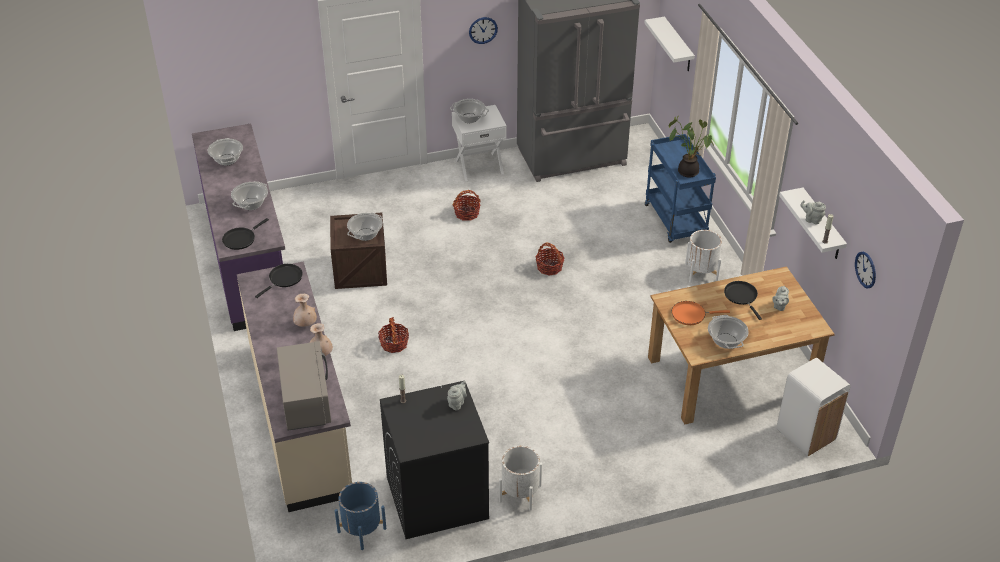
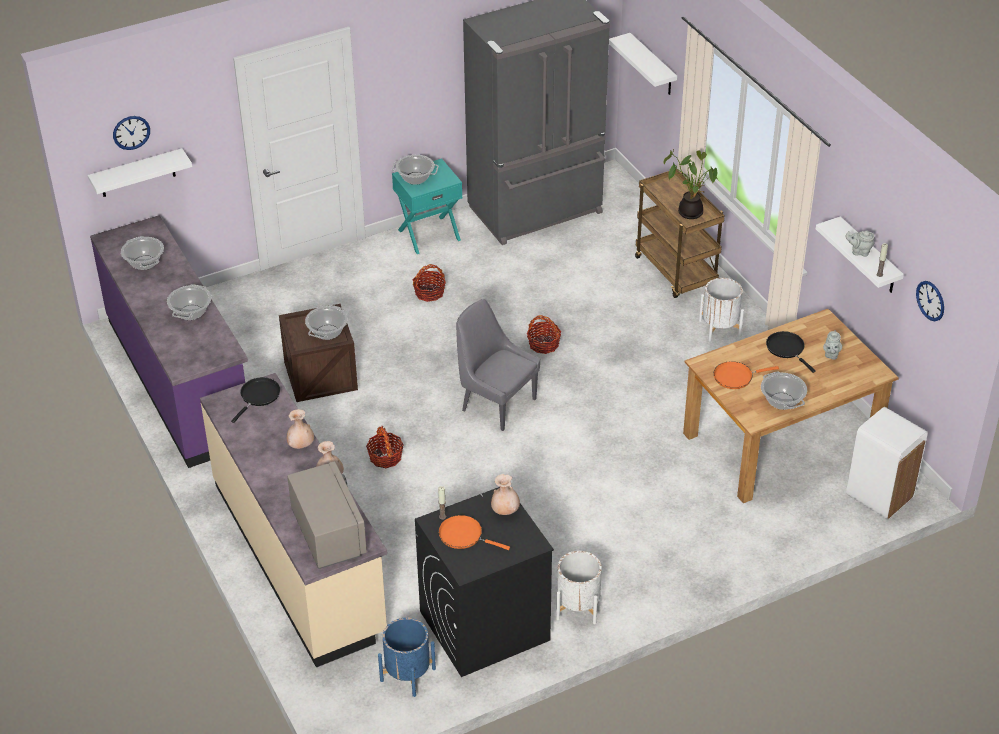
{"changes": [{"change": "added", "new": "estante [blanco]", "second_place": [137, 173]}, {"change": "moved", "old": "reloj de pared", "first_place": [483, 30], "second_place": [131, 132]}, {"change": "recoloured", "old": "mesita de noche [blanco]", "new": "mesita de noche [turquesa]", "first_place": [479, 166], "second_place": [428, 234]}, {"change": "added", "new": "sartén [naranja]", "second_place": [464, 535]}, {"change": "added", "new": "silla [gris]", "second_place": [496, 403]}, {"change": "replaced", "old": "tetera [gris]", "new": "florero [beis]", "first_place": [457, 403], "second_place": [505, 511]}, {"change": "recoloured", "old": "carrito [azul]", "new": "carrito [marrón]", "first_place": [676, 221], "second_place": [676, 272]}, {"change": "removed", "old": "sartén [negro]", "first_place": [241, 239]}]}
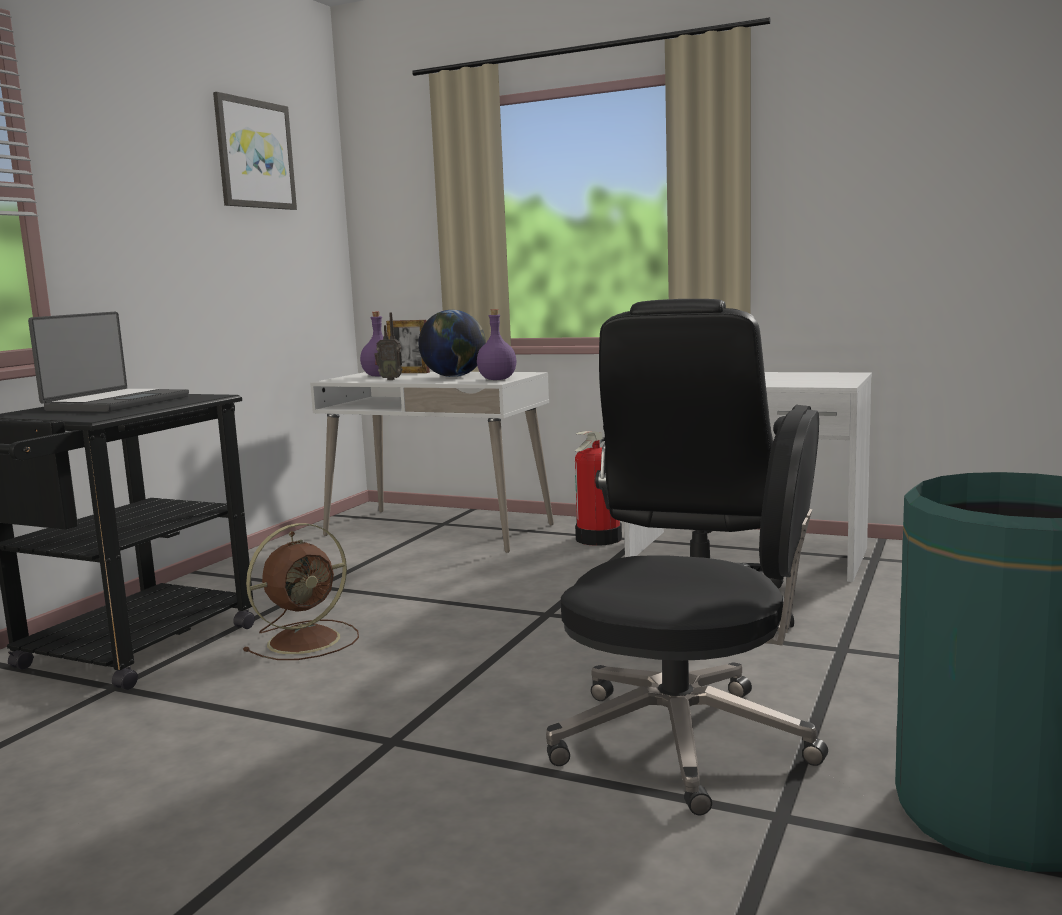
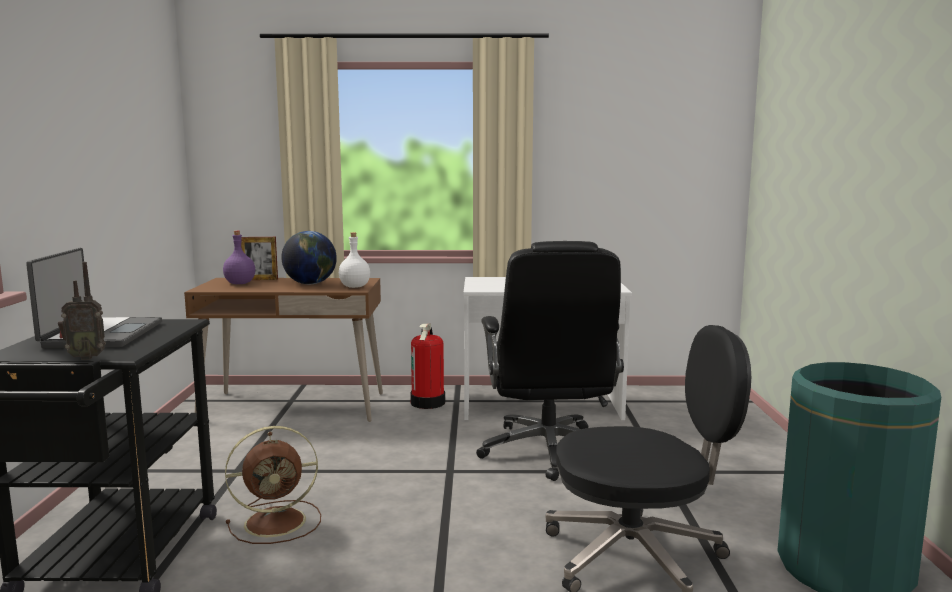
{"changes": [{"change": "moved", "old": "radio", "first_place": [390, 379], "second_place": [86, 357]}, {"change": "recoloured", "old": "escritorio [blanco]", "new": "escritorio [marrón]", "first_place": [439, 530], "second_place": [294, 406]}, {"change": "turned", "old": "ventilador [marrón]", "first_place": [307, 640], "second_place": [278, 522], "degrees": 45}, {"change": "recoloured", "old": "botella [morado]", "new": "botella [blanco]", "first_place": [498, 379], "second_place": [355, 287]}, {"change": "removed", "old": "cuadro", "first_place": [254, 154]}]}
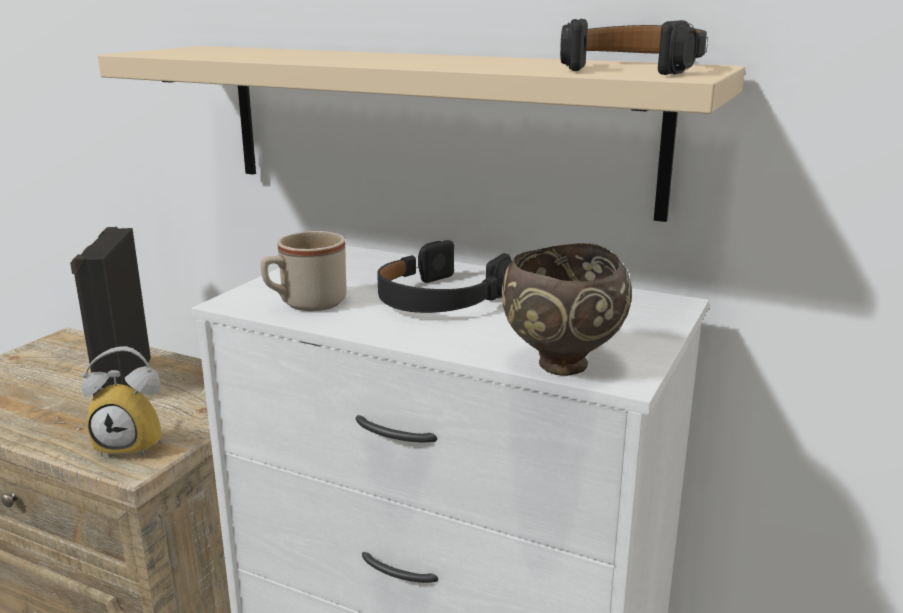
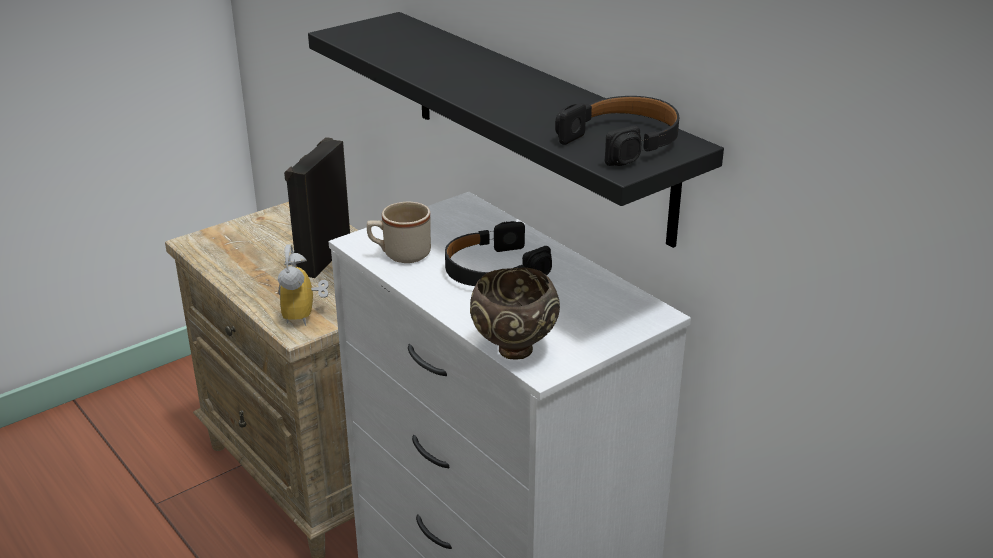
{"changes": [{"change": "turned", "old": "despertador", "first_place": [135, 444], "second_place": [305, 315], "degrees": 60}, {"change": "recoloured", "old": "estante [beis]", "new": "estante [negro]", "first_place": [433, 126], "second_place": [537, 123]}]}
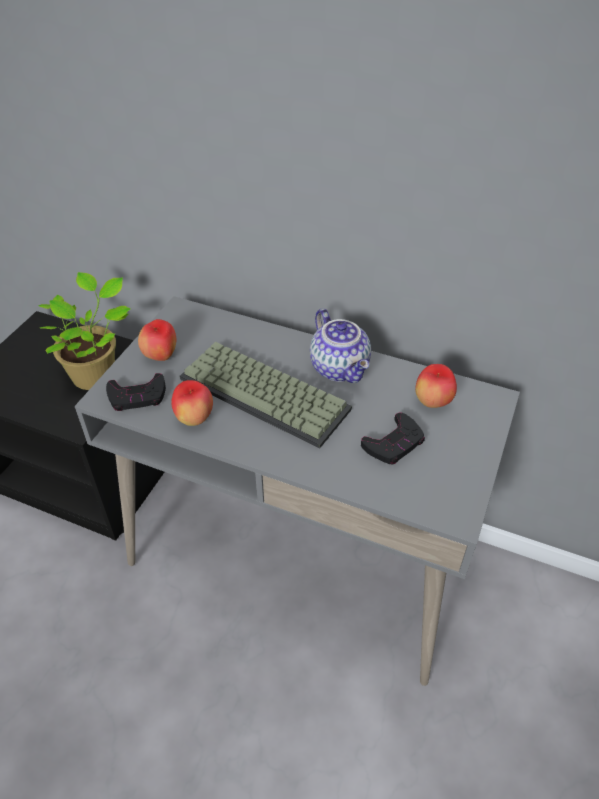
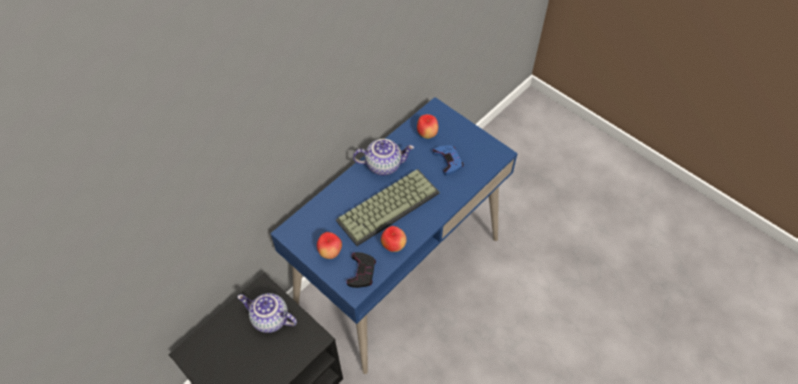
{"changes": [{"change": "replaced", "old": "planta en maceta", "new": "tetera", "first_place": [97, 374], "second_place": [269, 319]}, {"change": "recoloured", "old": "escritorio [gris]", "new": "escritorio [azul]", "first_place": [300, 555], "second_place": [398, 272]}, {"change": "recoloured", "old": "mando de consola [negro]", "new": "mando de consola [azul]", "first_place": [394, 443], "second_place": [448, 161]}]}
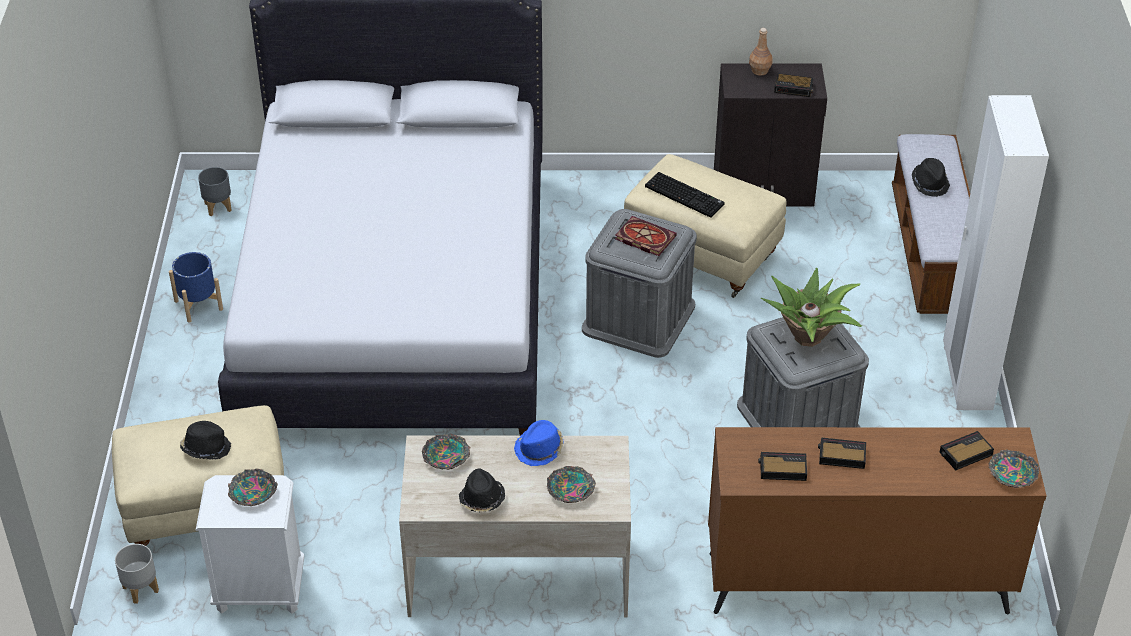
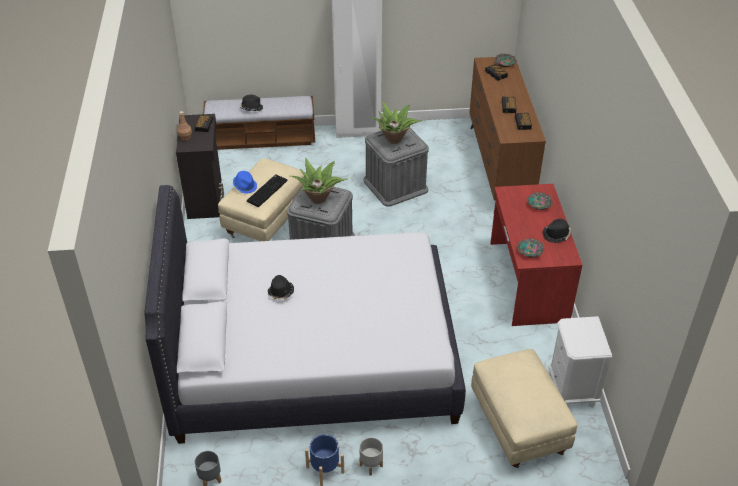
{"changes": [{"change": "moved", "old": "sombrero [azul]", "first_place": [540, 449], "second_place": [245, 186]}, {"change": "moved", "old": "sombrero [negro]", "first_place": [206, 448], "second_place": [281, 292]}, {"change": "replaced", "old": "libro", "new": "planta en maceta", "first_place": [643, 238], "second_place": [318, 198]}, {"change": "moved", "old": "maceta [gris]", "first_place": [140, 589], "second_place": [370, 465]}, {"change": "recoloured", "old": "escritorio [beis]", "new": "escritorio [rojo]", "first_place": [518, 573], "second_place": [527, 281]}, {"change": "removed", "old": "cuenco", "first_place": [252, 493]}]}
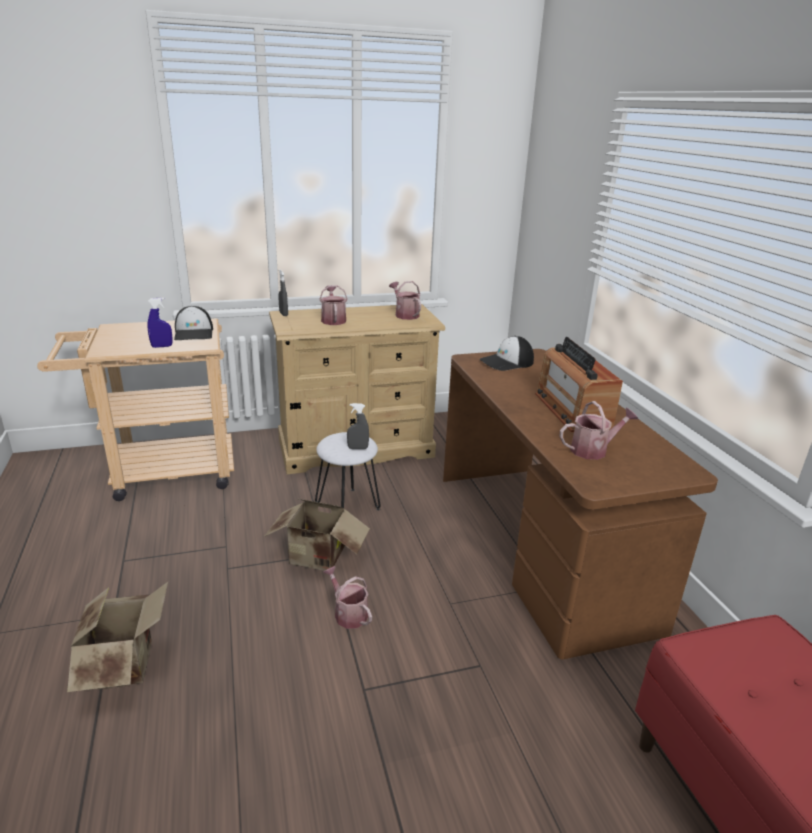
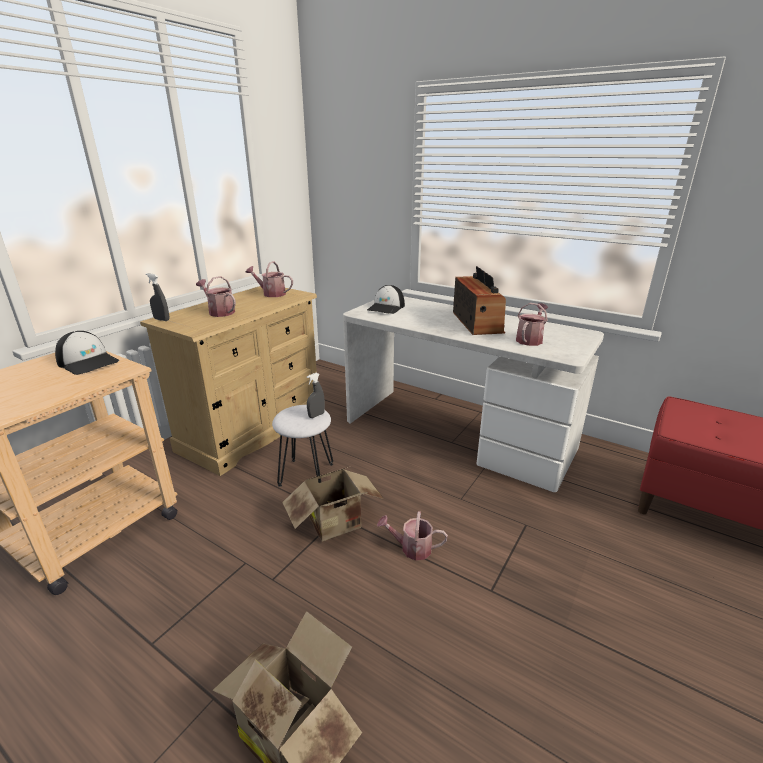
{"changes": [{"change": "recoloured", "old": "escritorio [marrón]", "new": "escritorio [blanco]", "first_place": [539, 544], "second_place": [457, 433]}, {"change": "turned", "old": "radio", "first_place": [572, 410], "second_place": [477, 322], "degrees": -135}, {"change": "removed", "old": "pulverizador [azul]", "first_place": [162, 346]}]}
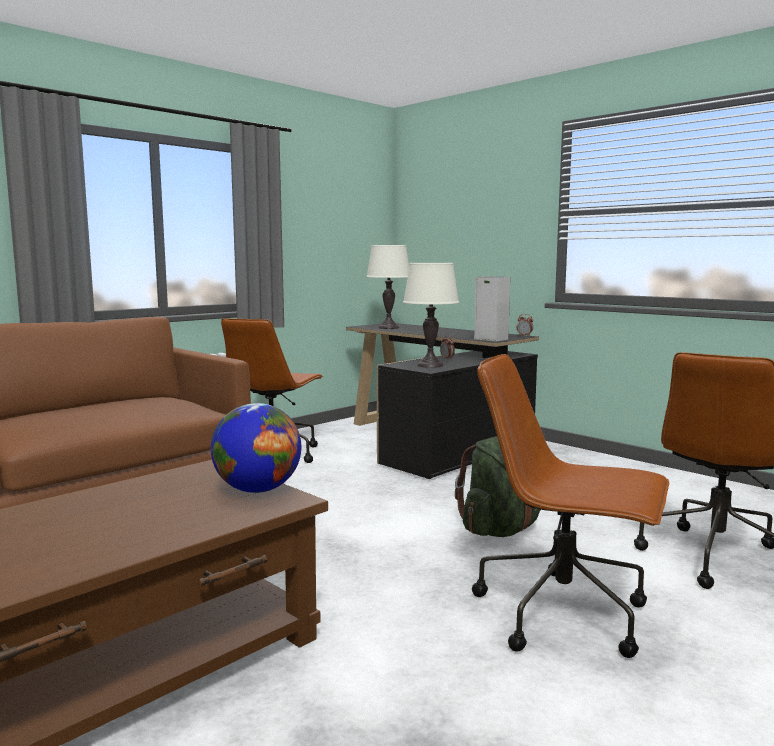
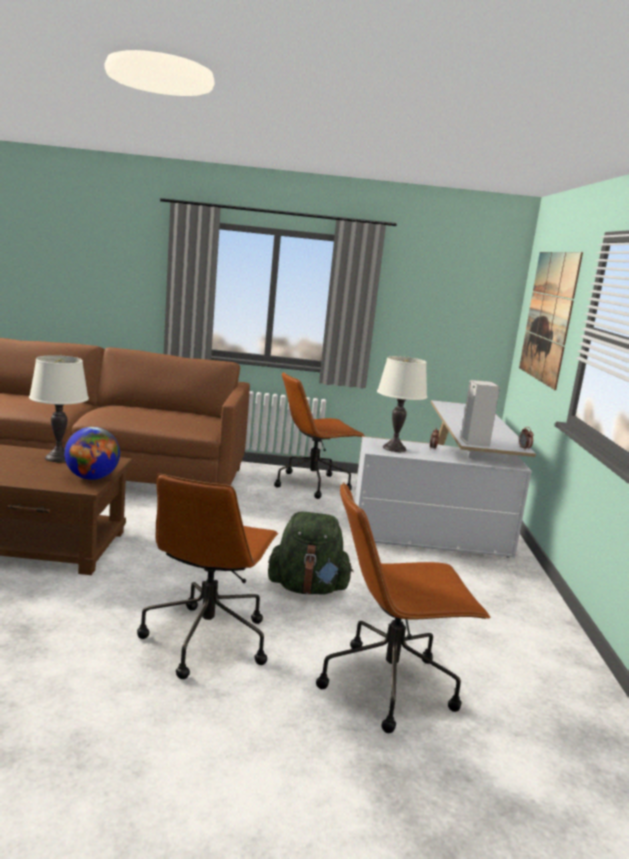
{"changes": [{"change": "moved", "old": "lámpara de mesa [blanco]", "first_place": [388, 327], "second_place": [59, 458]}, {"change": "turned", "old": "silla de oficina [marrón]", "first_place": [565, 614], "second_place": [207, 639], "degrees": -150}, {"change": "recoloured", "old": "escritorio [negro]", "new": "escritorio [blanco]", "first_place": [435, 441], "second_place": [443, 522]}, {"change": "added", "new": "cuadro", "second_place": [549, 316]}]}
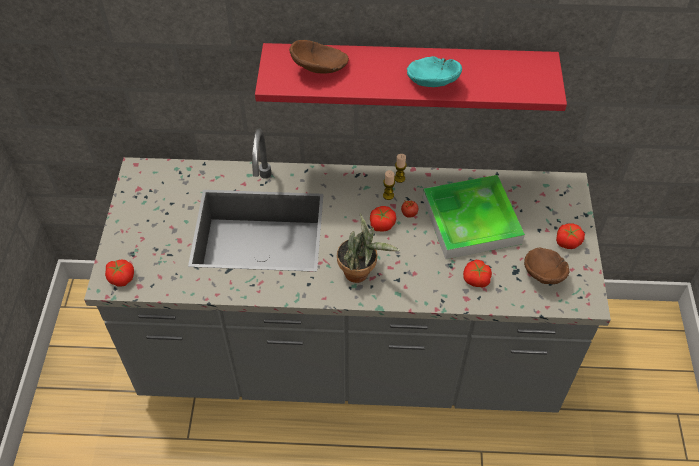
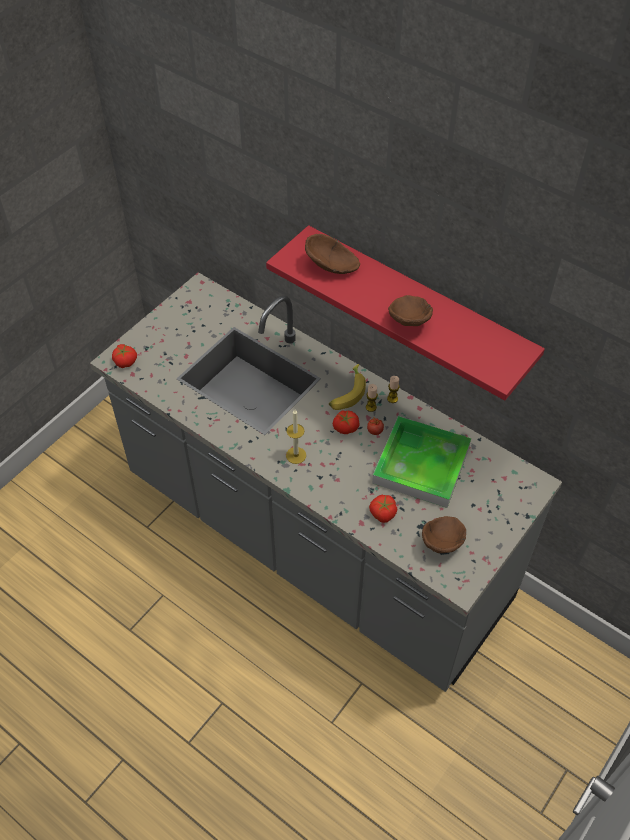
{"changes": [{"change": "replaced", "old": "planta en maceta", "new": "vela", "first_place": [360, 273], "second_place": [296, 455]}, {"change": "added", "new": "plátano", "second_place": [347, 392]}, {"change": "recoloured", "old": "cuenco [turquesa]", "new": "cuenco [marrón]", "first_place": [431, 82], "second_place": [409, 319]}, {"change": "removed", "old": "tomate", "first_place": [567, 241]}]}
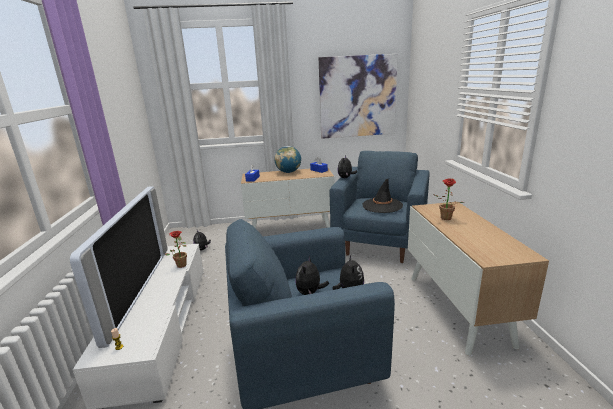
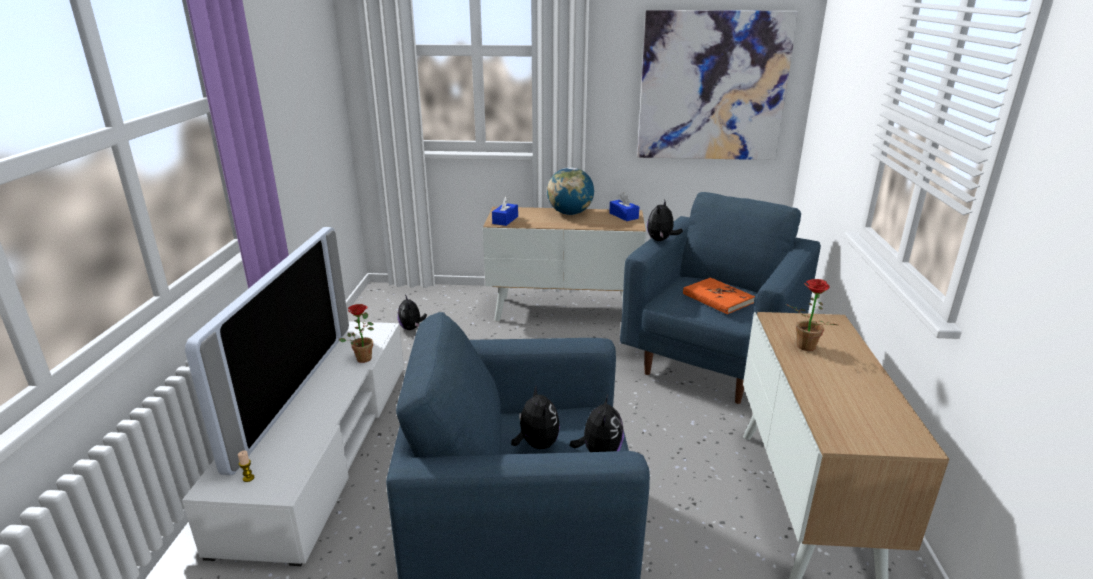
{"changes": [{"change": "turned", "old": "peluche", "first_place": [310, 293], "second_place": [536, 444], "degrees": 135}, {"change": "replaced", "old": "sombrero [negro]", "new": "libro [naranja]", "first_place": [382, 205], "second_place": [717, 298]}]}
